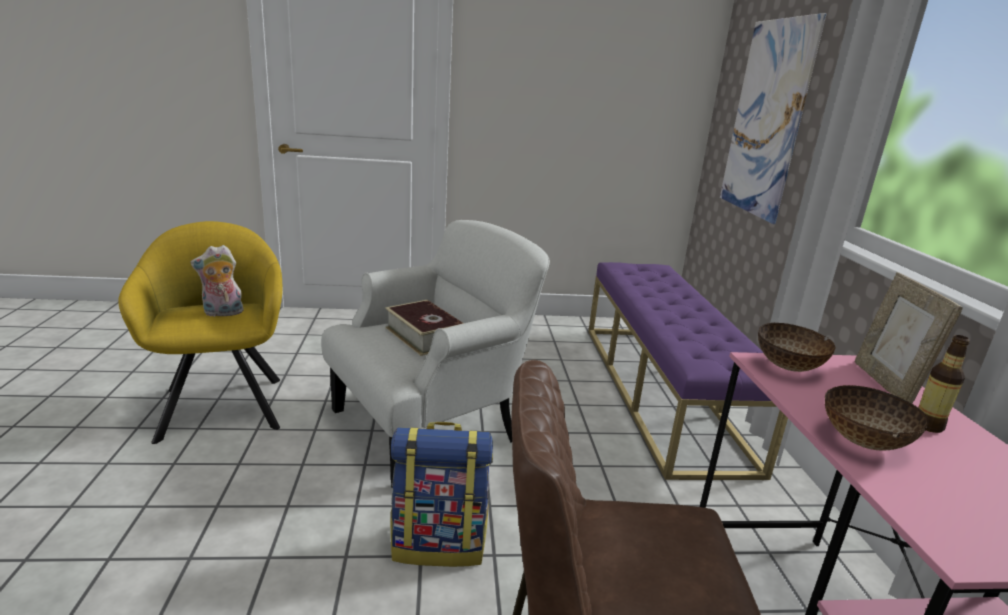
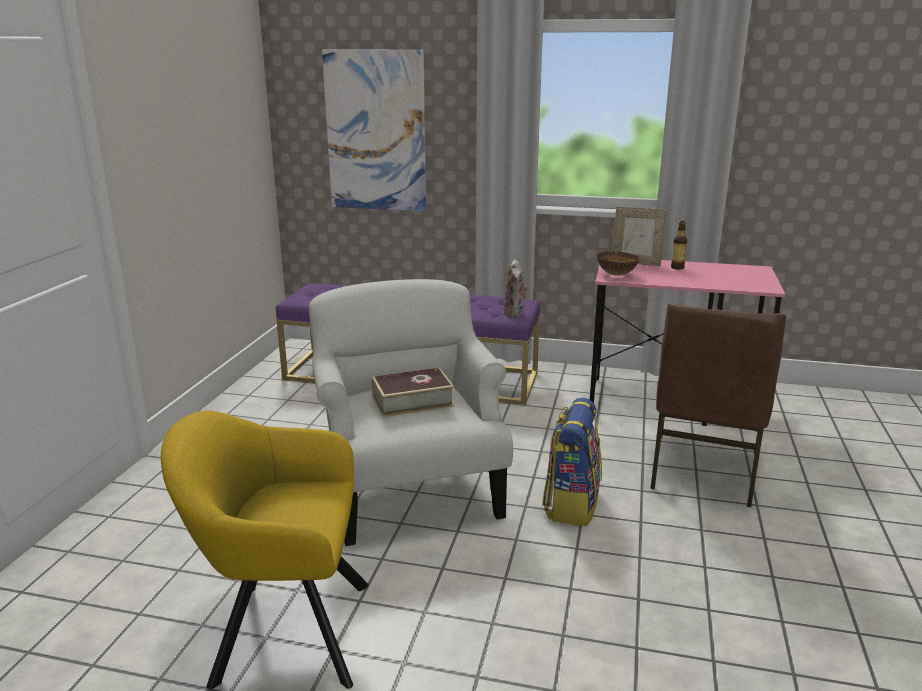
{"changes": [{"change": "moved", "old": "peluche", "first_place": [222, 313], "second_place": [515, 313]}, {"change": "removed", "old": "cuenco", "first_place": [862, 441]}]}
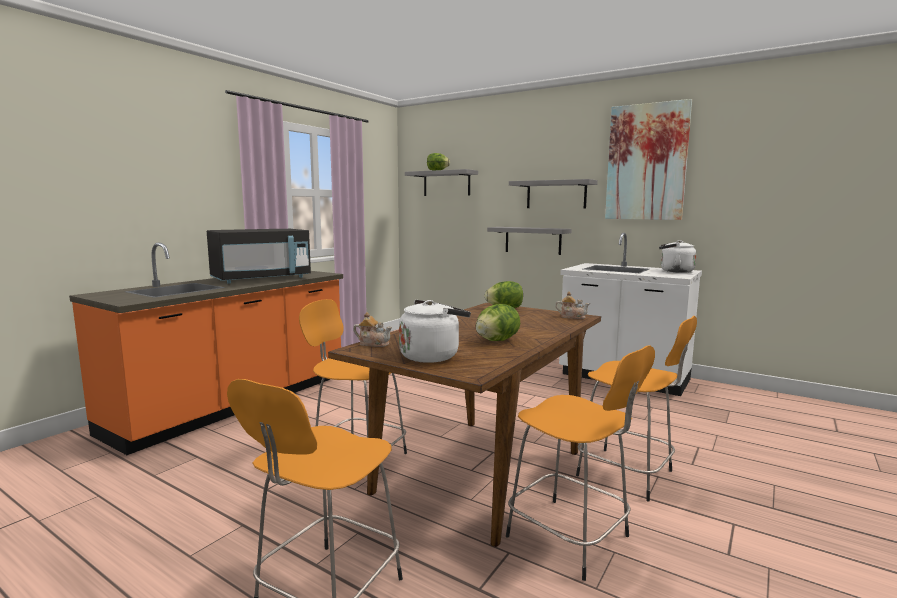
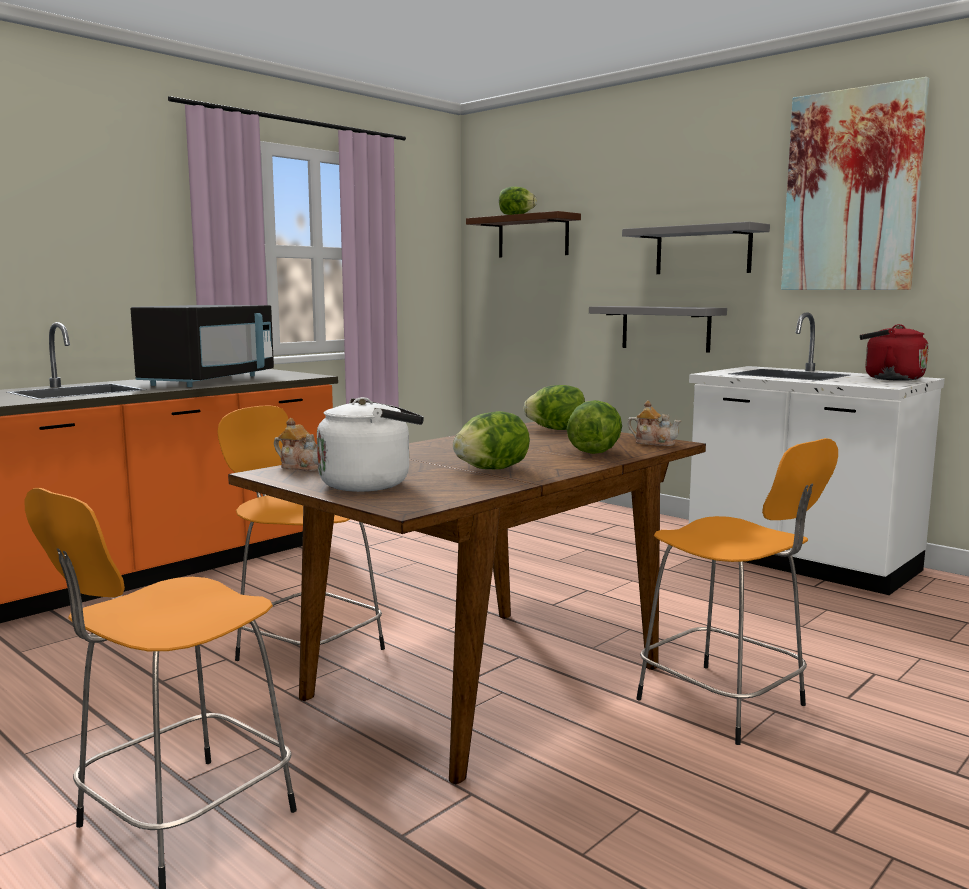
{"changes": [{"change": "turned", "old": "microondas [negro]", "first_place": [261, 279], "second_place": [209, 381], "degrees": -45}, {"change": "recoloured", "old": "estante [gris]", "new": "estante [marrón]", "first_place": [446, 183], "second_place": [533, 236]}, {"change": "added", "new": "lechuga", "second_place": [594, 452]}, {"change": "recoloured", "old": "hervidor [blanco]", "new": "hervidor [rojo]", "first_place": [674, 271], "second_place": [889, 379]}, {"change": "removed", "old": "taburete [naranja]", "first_place": [571, 538]}]}
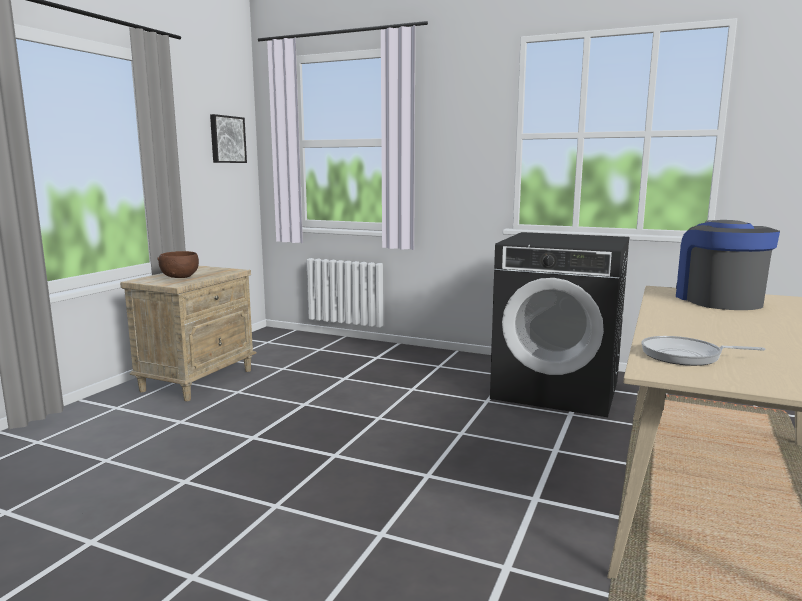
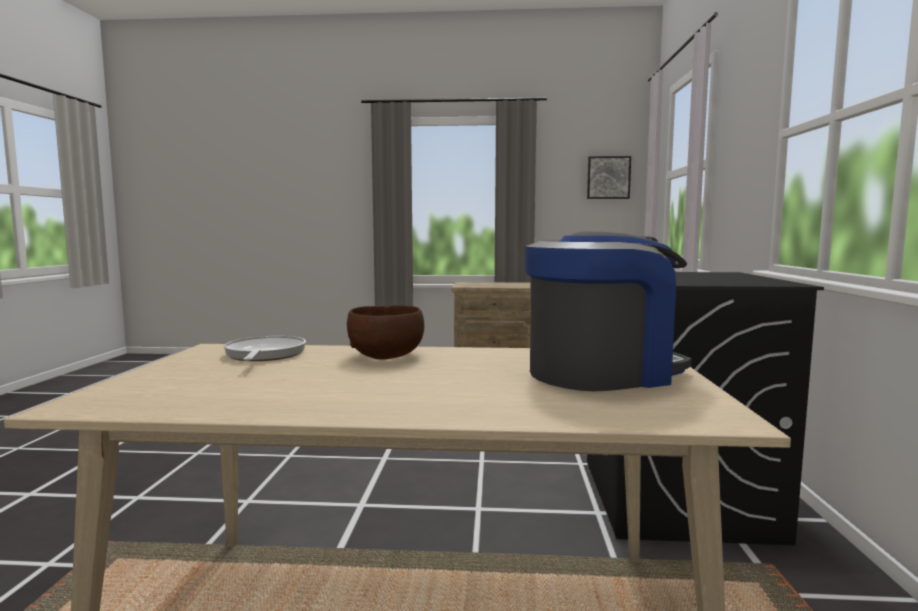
{"changes": [{"change": "moved", "old": "cuenco [marrón]", "first_place": [179, 277], "second_place": [387, 356]}]}
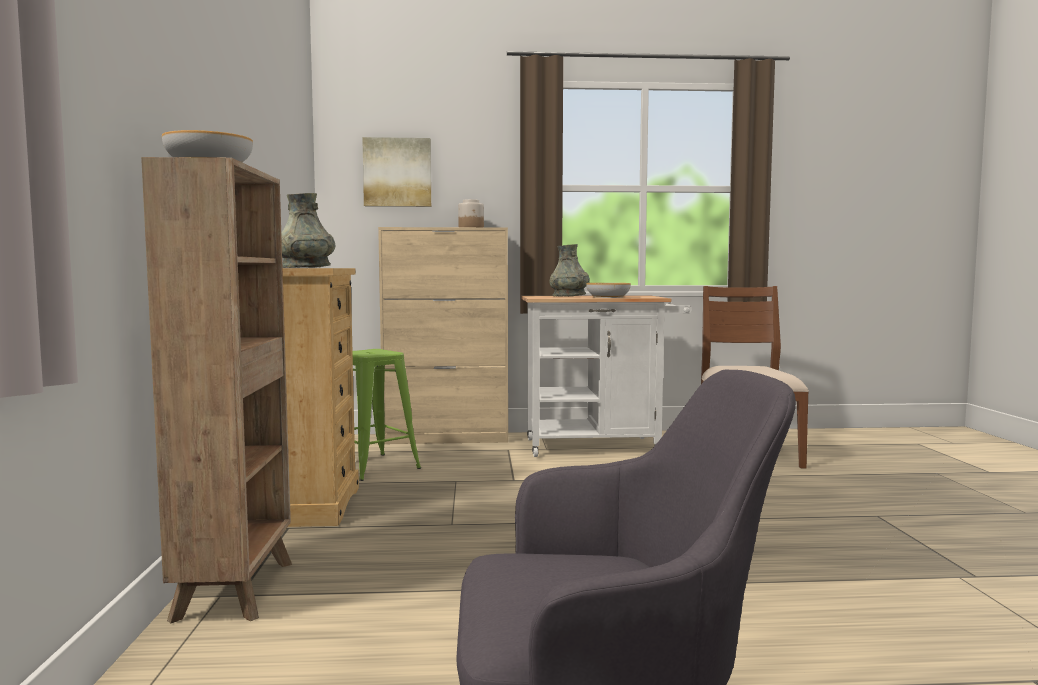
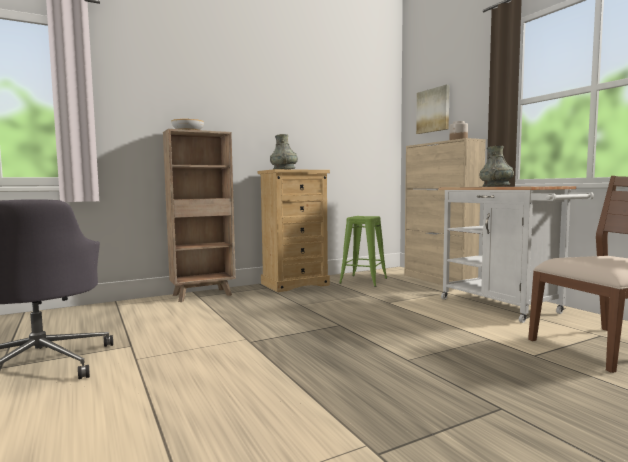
{"changes": [{"change": "removed", "old": "cuenco", "first_place": [607, 297]}]}
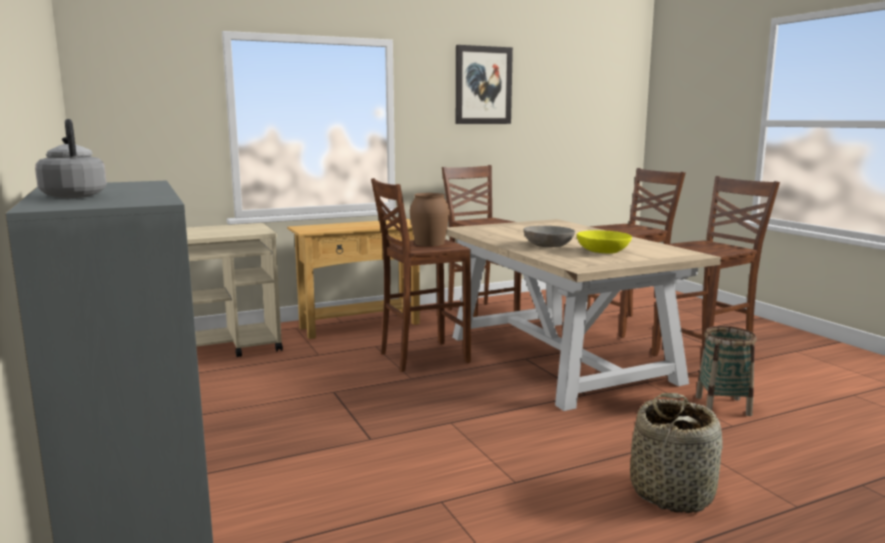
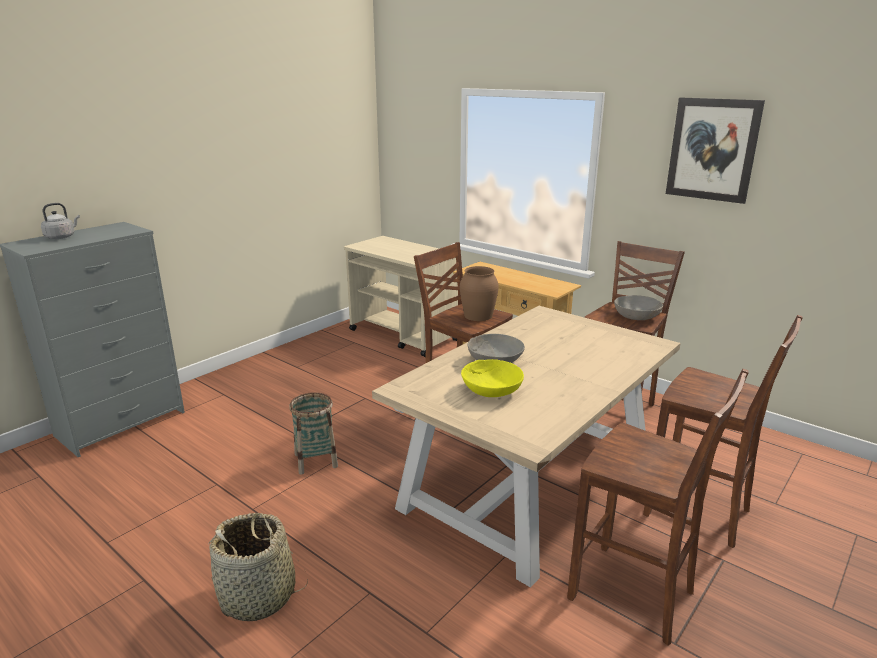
{"changes": [{"change": "moved", "old": "cesta", "first_place": [722, 406], "second_place": [316, 460]}, {"change": "added", "new": "cuenco [gris]", "second_place": [637, 316]}]}
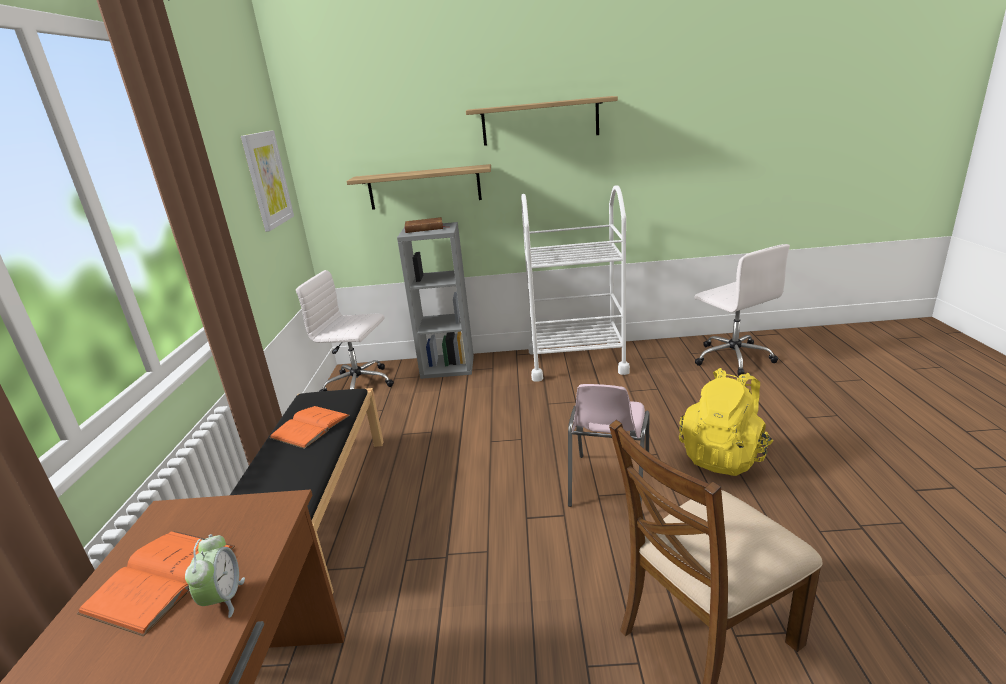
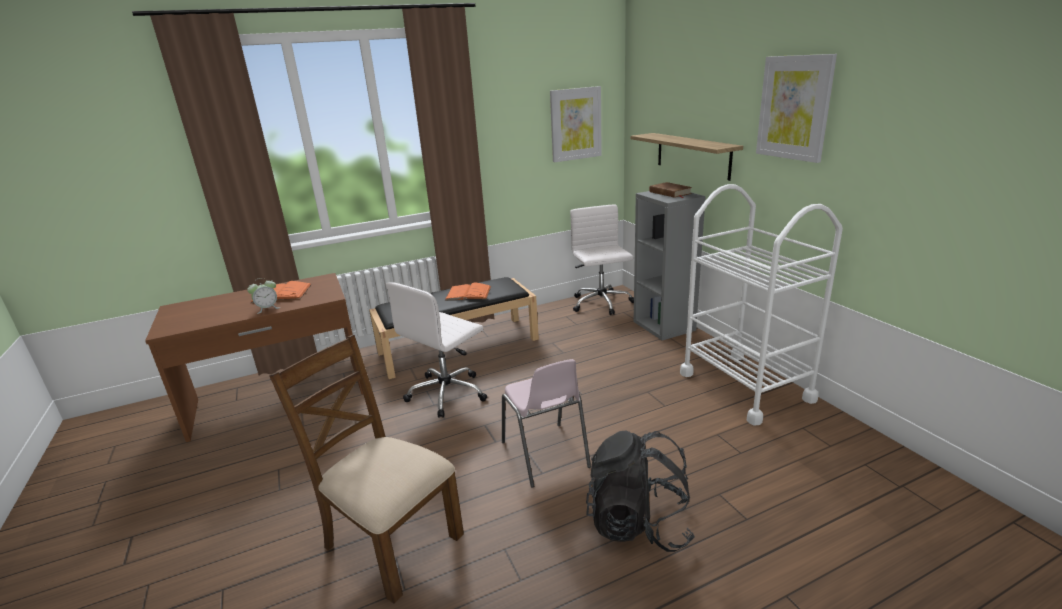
{"changes": [{"change": "moved", "old": "silla de oficina [blanco]", "first_place": [732, 357], "second_place": [448, 393]}, {"change": "turned", "old": "silla [rosa]", "first_place": [608, 484], "second_place": [545, 455], "degrees": -105}, {"change": "recoloured", "old": "mochila [amarillo]", "new": "mochila [negro]", "first_place": [724, 455], "second_place": [638, 524]}, {"change": "replaced", "old": "estante", "new": "cuadro", "first_place": [540, 121], "second_place": [794, 108]}]}
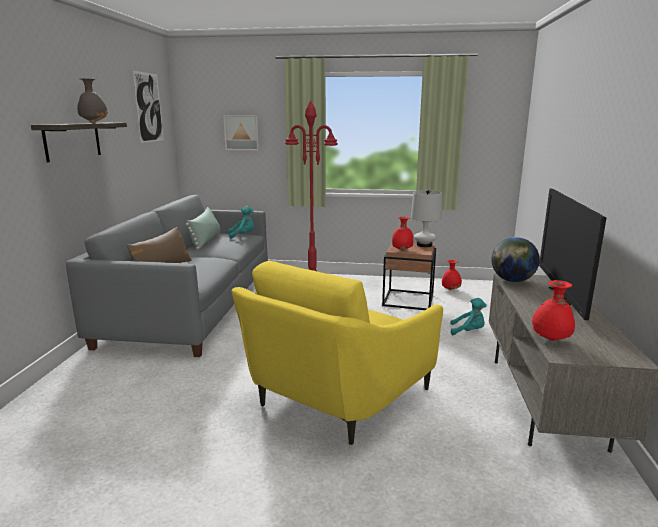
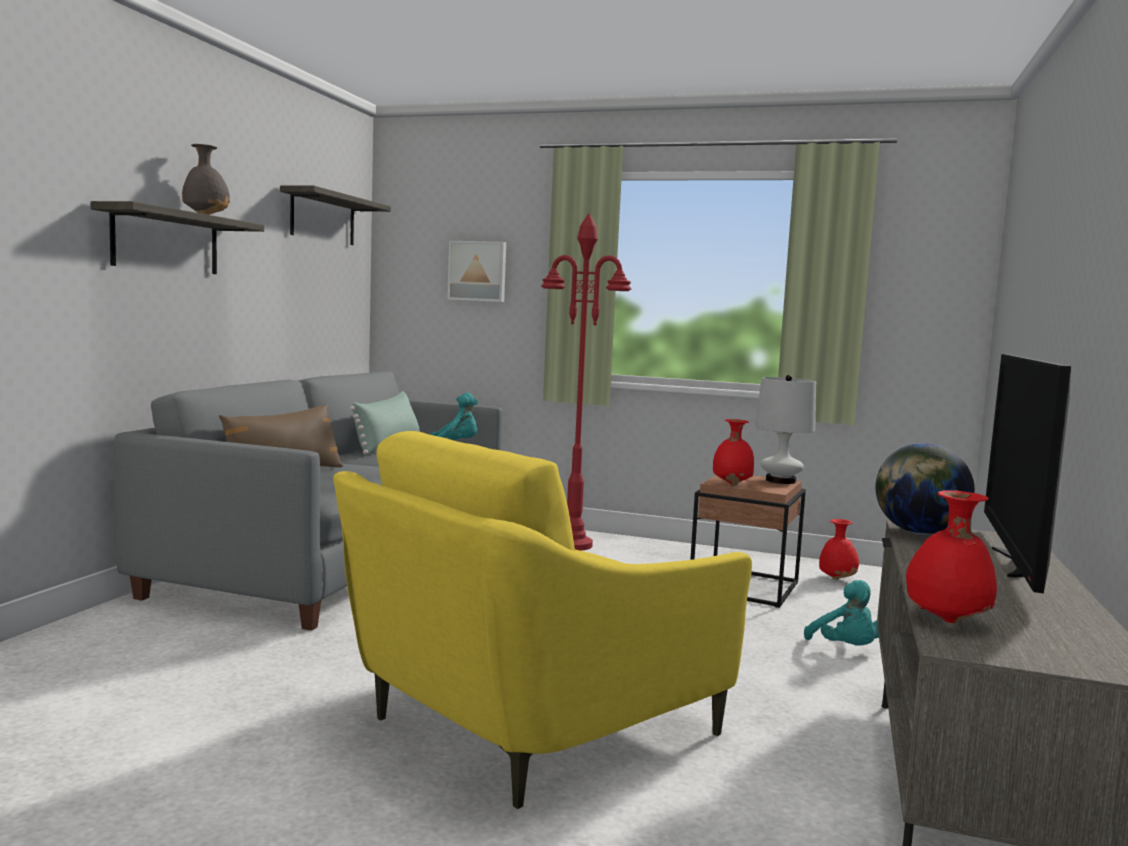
{"changes": [{"change": "replaced", "old": "cuadro", "new": "estante", "first_place": [148, 107], "second_place": [323, 218]}, {"change": "turned", "old": "peluche [turquesa]", "first_place": [468, 331], "second_place": [846, 649], "degrees": 45}]}
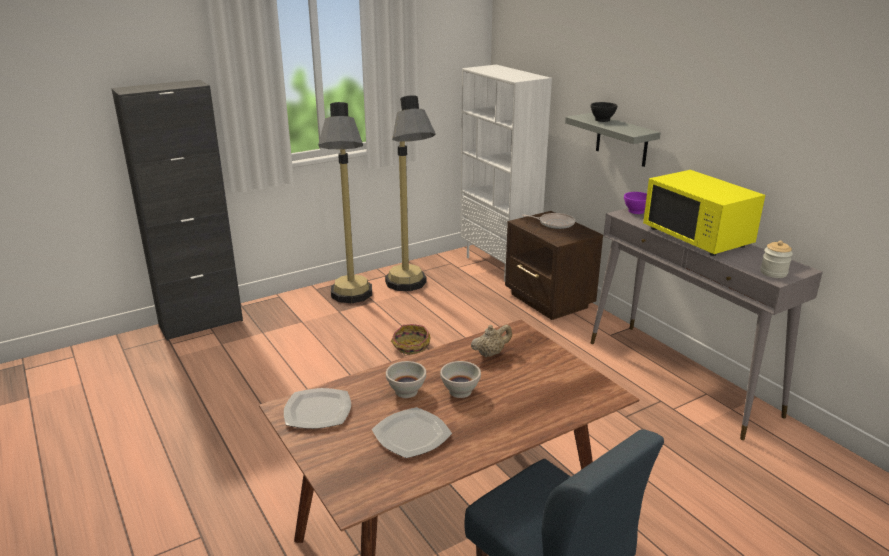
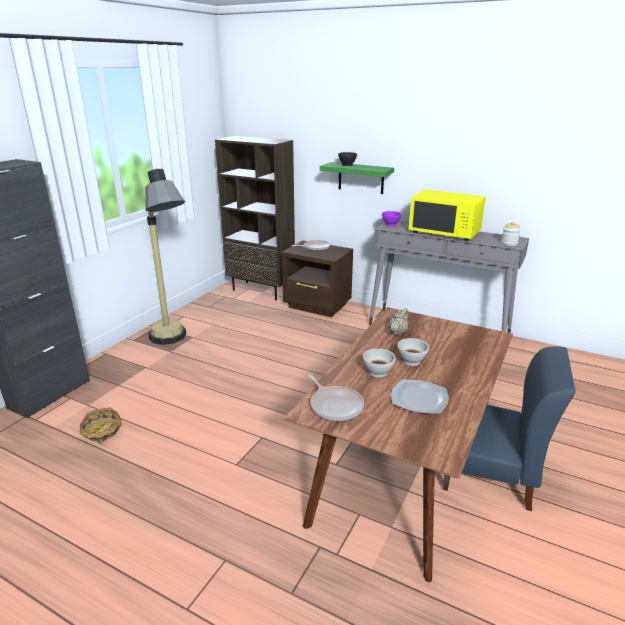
{"changes": [{"change": "moved", "old": "cesta", "first_place": [410, 346], "second_place": [101, 431]}, {"change": "recoloured", "old": "estantería [blanco]", "new": "estantería [marrón]", "first_place": [499, 265], "second_place": [261, 290]}, {"change": "replaced", "old": "plato", "new": "sartén", "first_place": [318, 410], "second_place": [335, 405]}, {"change": "recoloured", "old": "estante [gris]", "new": "estante [verde]", "first_place": [621, 140], "second_place": [361, 178]}, {"change": "removed", "old": "lámpara de pie", "first_place": [410, 290]}]}
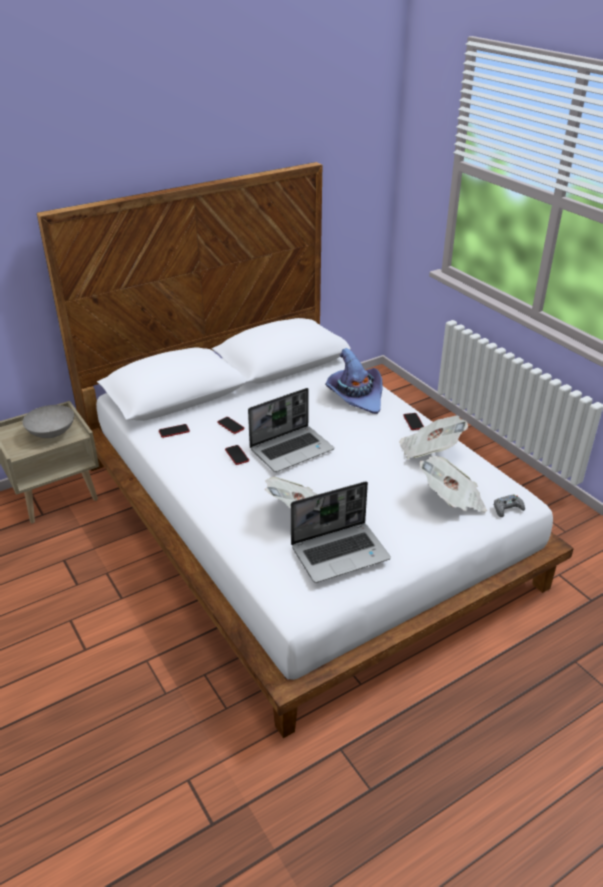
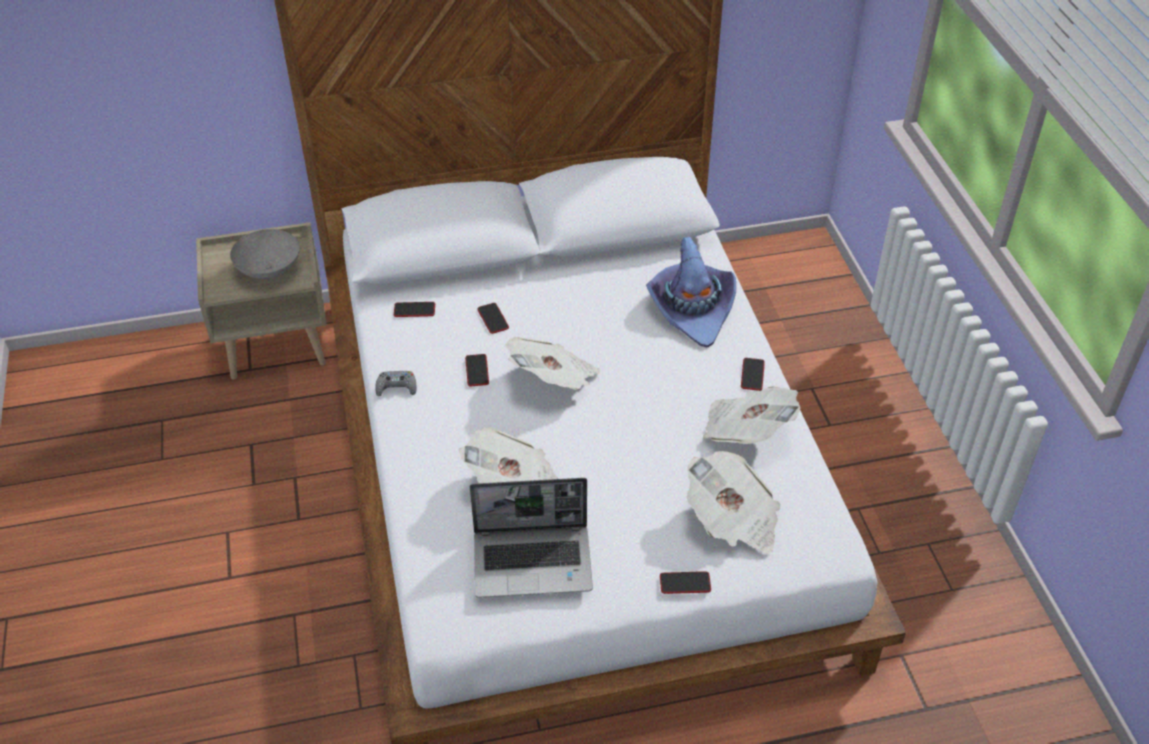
{"changes": [{"change": "moved", "old": "mando de consola [gris]", "first_place": [507, 509], "second_place": [396, 387]}, {"change": "replaced", "old": "portátil", "new": "periódico", "first_place": [292, 449], "second_place": [554, 380]}, {"change": "added", "new": "móvil", "second_place": [685, 583]}]}
